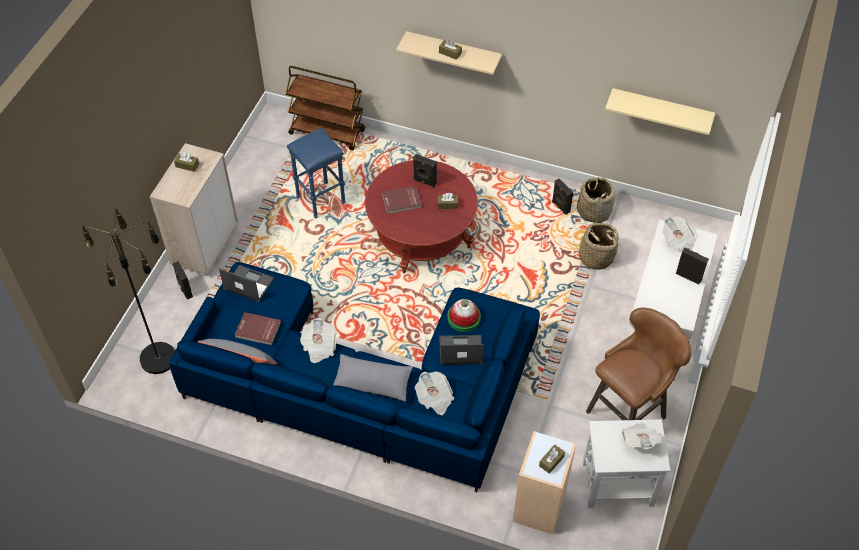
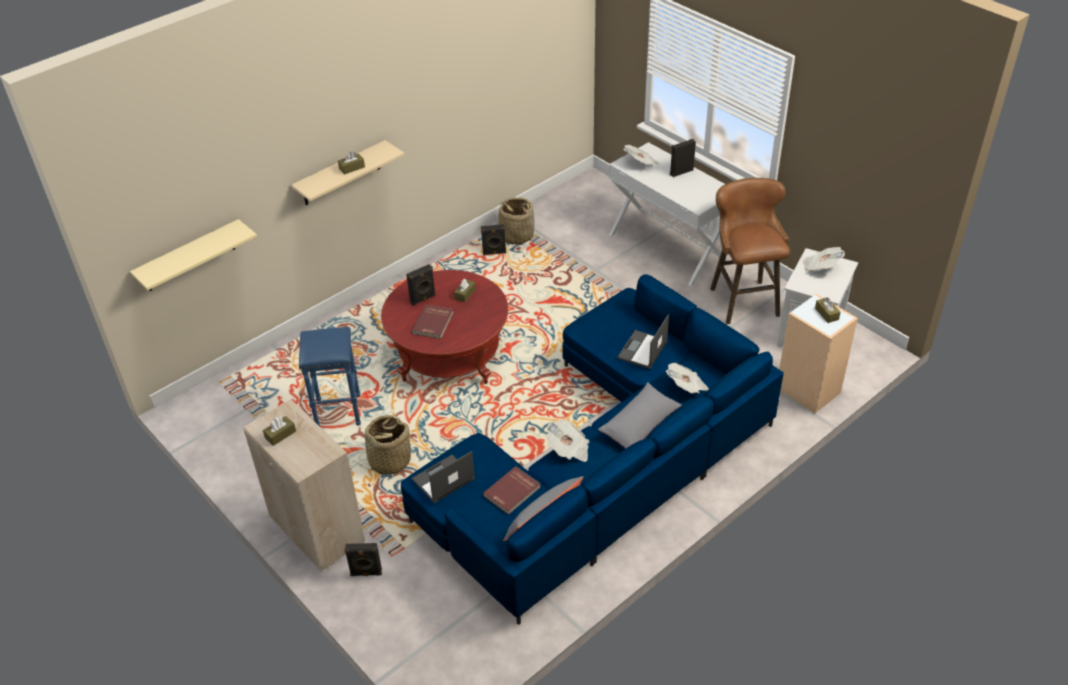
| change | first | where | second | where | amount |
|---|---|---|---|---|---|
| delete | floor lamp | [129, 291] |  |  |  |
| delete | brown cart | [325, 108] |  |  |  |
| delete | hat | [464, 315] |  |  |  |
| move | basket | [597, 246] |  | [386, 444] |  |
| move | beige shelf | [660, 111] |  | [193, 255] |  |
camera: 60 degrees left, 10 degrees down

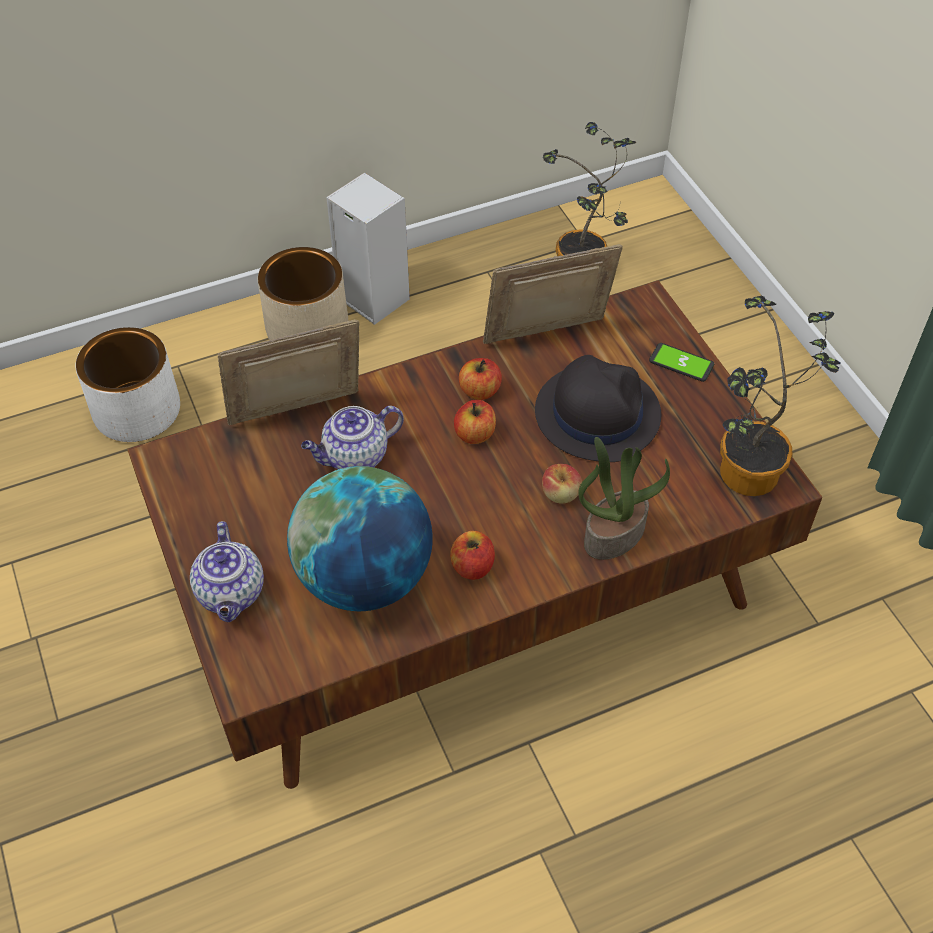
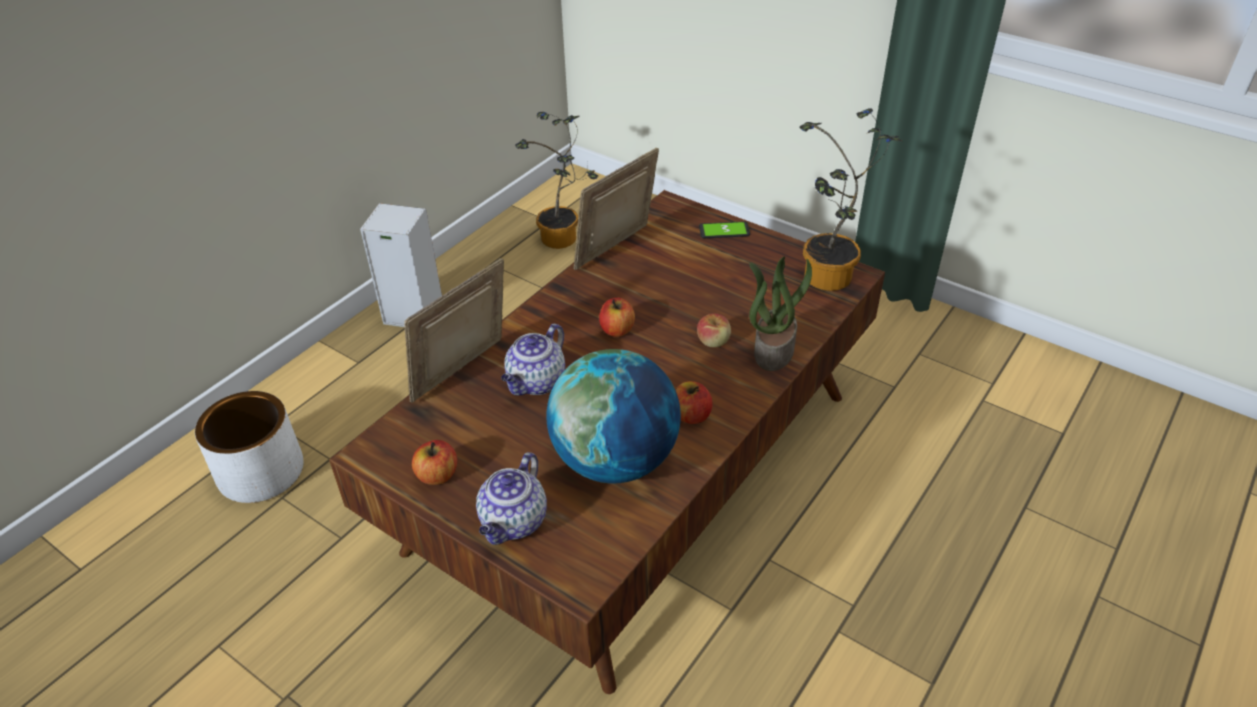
| change | first | where | second | where | amount |
|---|---|---|---|---|---|
| rotate | teapot | [227, 571] |  | [511, 498] | 60 degrees clockwise |
| delete | beige planter | [303, 293] |  |  |  |
| move | apple | [480, 379] |  | [434, 462] |  |
| delete | black hat | [598, 408] |  |  |  |
camera: 30 degrees left, 10 degrees down

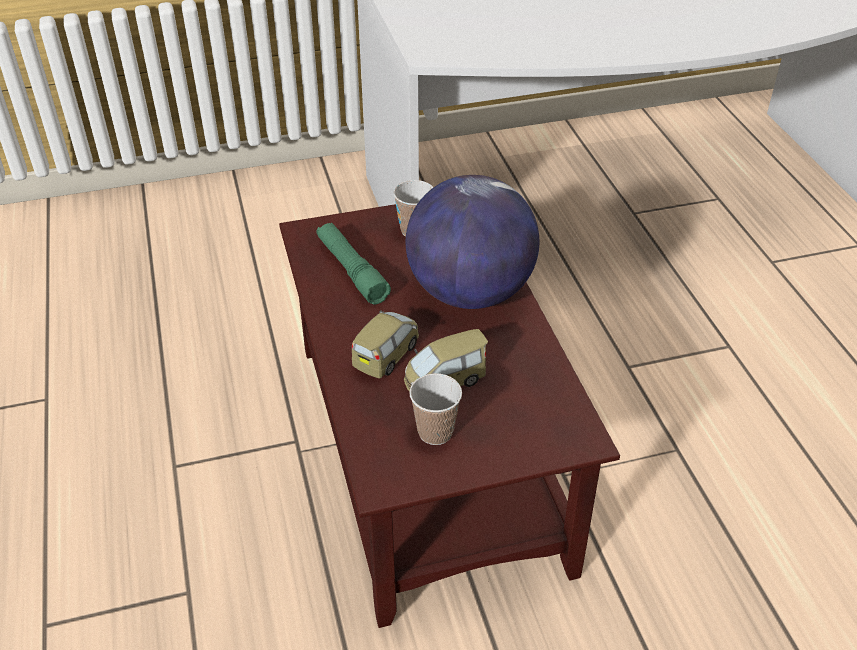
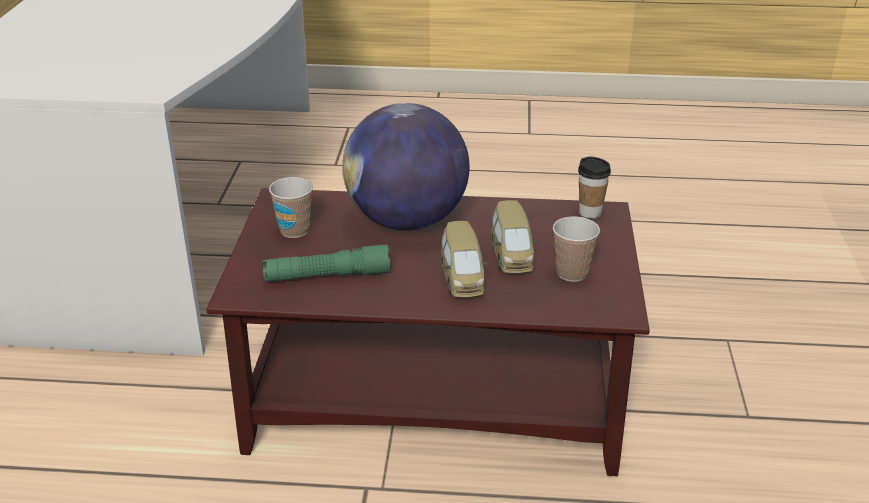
| change | first | where | second | where | amount |
|---|---|---|---|---|---|
| rotate | toy car | [385, 344] |  | [465, 259] | 150 degrees counterclockwise |
| insert |  |  | cup | [594, 187] |  |
camera: 70 degrees left, 10 degrees down

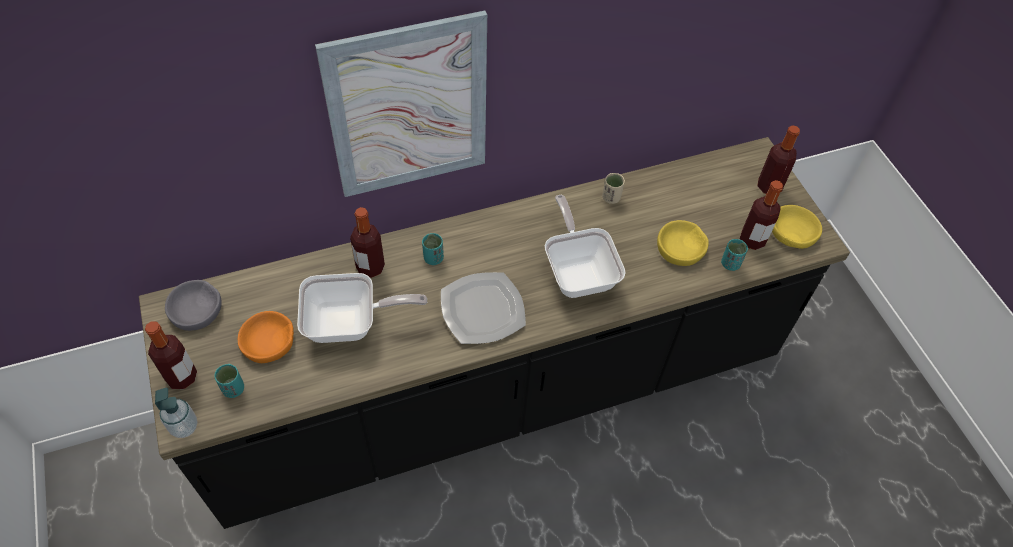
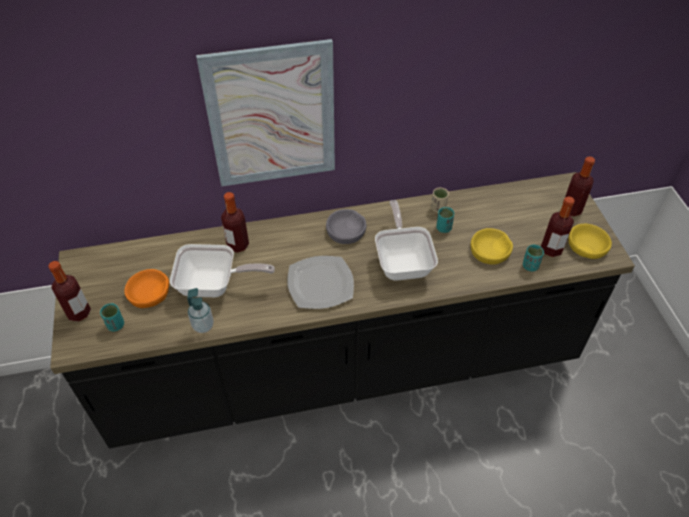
| change | first | where | second | where | amount |
|---|---|---|---|---|---|
| move | soap dispenser | [176, 412] |  | [200, 310] |  |
| move | grey bowl | [193, 305] |  | [346, 226] |  |
| move | turquoise cup | [433, 249] |  | [445, 220] |  |
camera: 10 degrees right, 5 degrees down

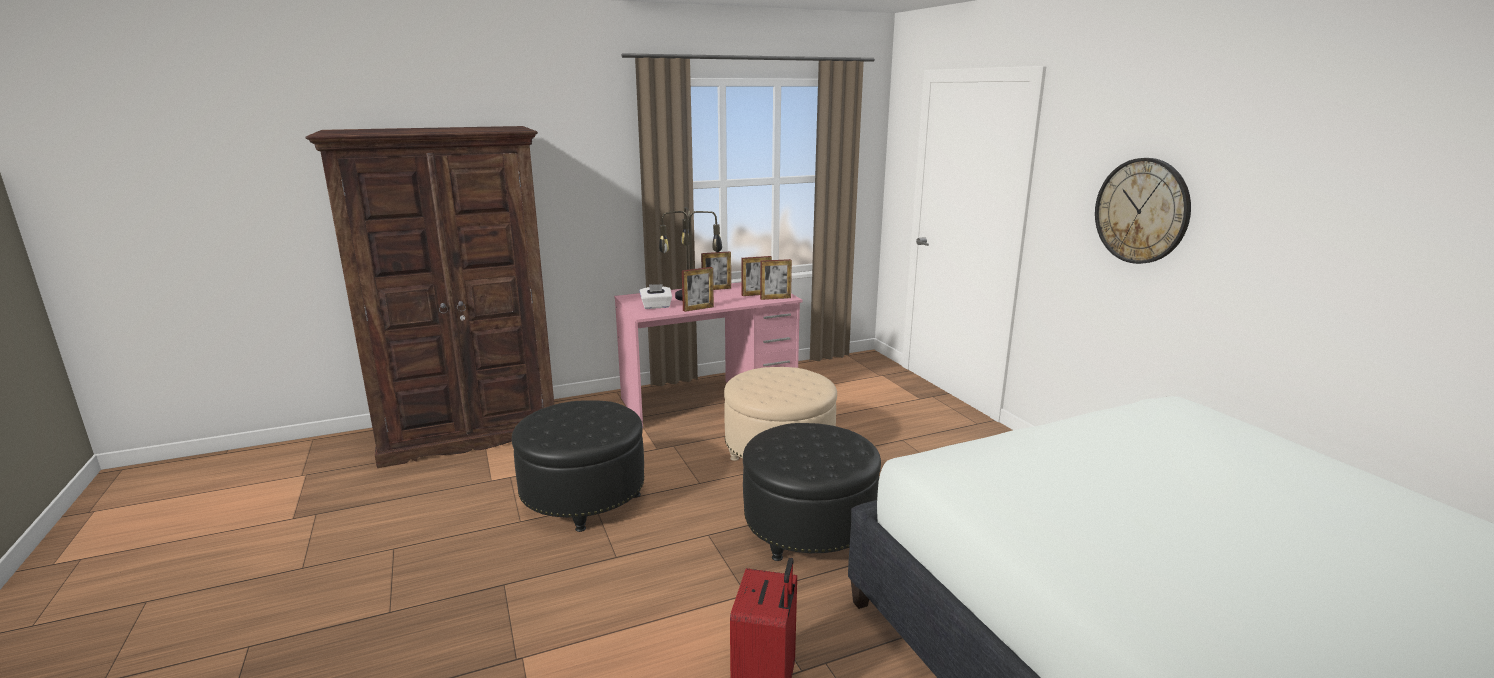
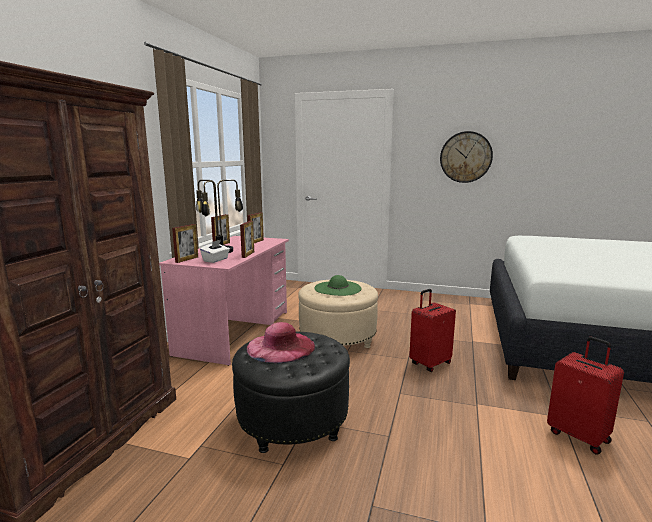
| change | first | where | second | where | amount |
|---|---|---|---|---|---|
| replace | black ottoman | [812, 492] | red suitcase | [432, 330] |  |
| move | picture frame | [776, 279] |  | [185, 243] |  |
| insert |  |  | pink hat | [281, 343] |  |
| insert |  |  | green hat | [338, 285] |  |
camera: 50 degrees left, 5 degrees down

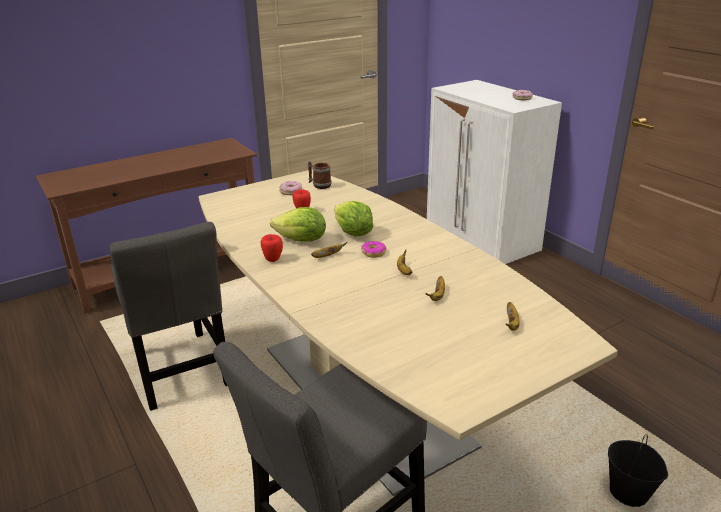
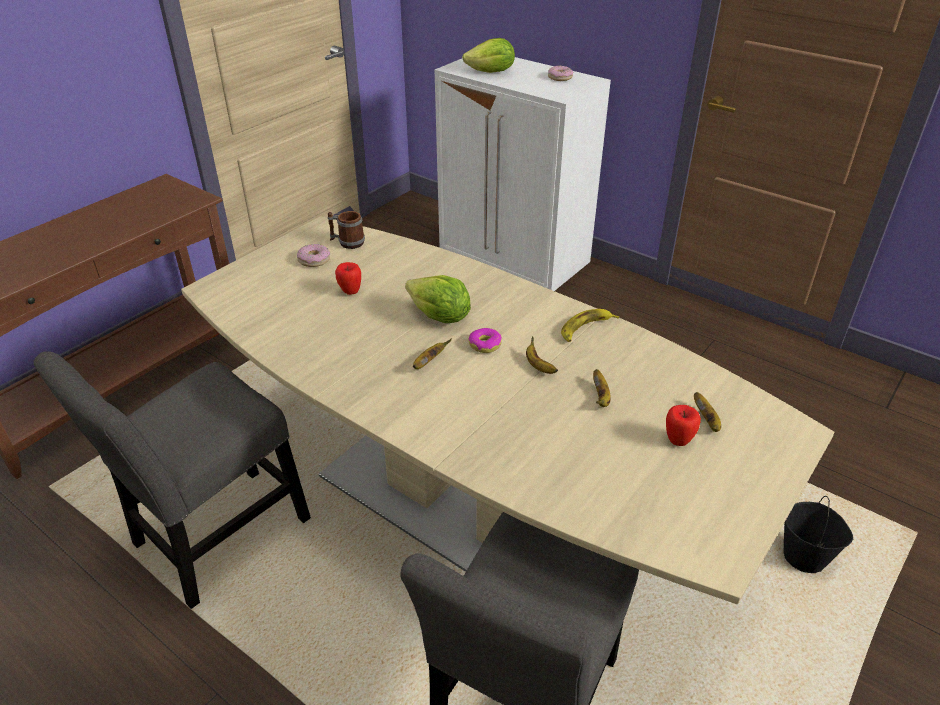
| change | first | where | second | where | amount |
|---|---|---|---|---|---|
| rotate | grey chair | [168, 316] |  | [172, 480] | 90 degrees clockwise |
| move | apple | [272, 248] |  | [683, 425] |  |
| move | lettuce | [298, 224] |  | [488, 55] |  |
| insert |  |  | banana | [590, 325] |  |
camera: 20 degrees left, 10 degrees up

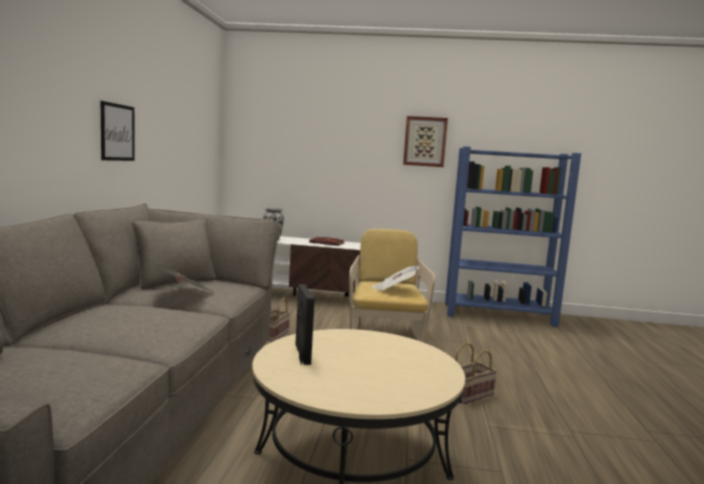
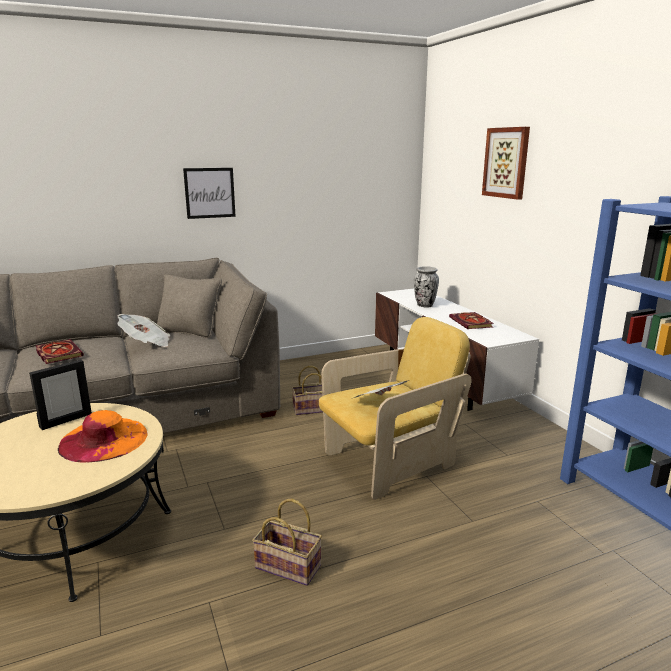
| change | first | where | second | where | amount |
|---|---|---|---|---|---|
| move | picture | [425, 141] |  | [506, 163] |  |
| insert |  |  | book | [60, 351] |  |
| insert |  |  | orange hat | [103, 436] |  |
camera: 60 degrees right, 10 degrees up

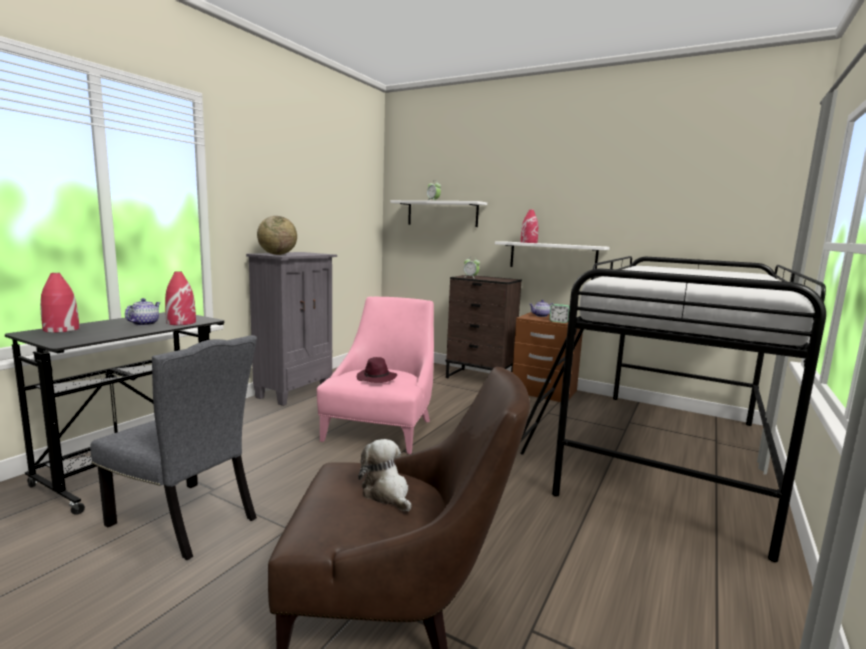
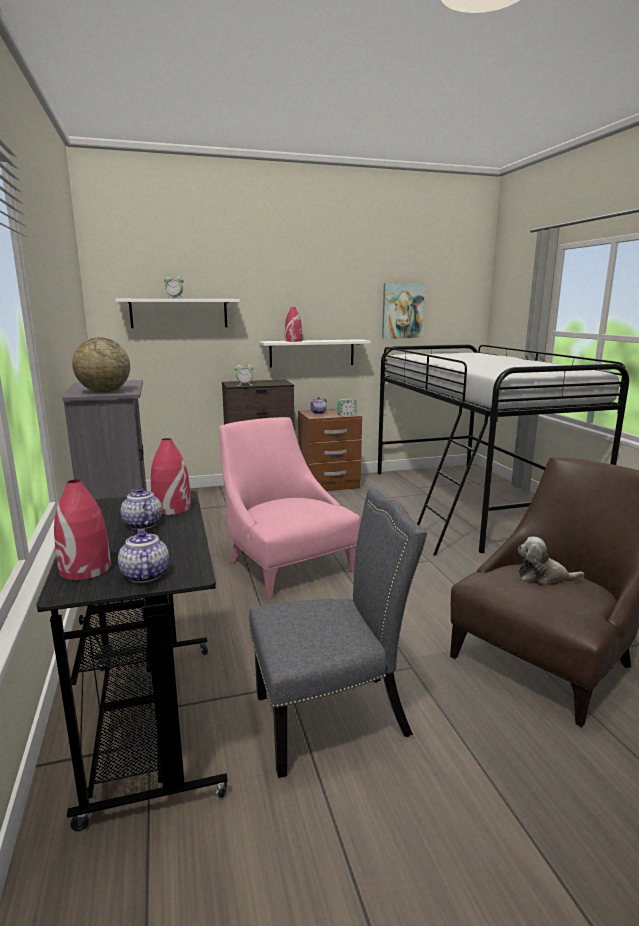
| change | first | where | second | where | amount |
|---|---|---|---|---|---|
| delete | purple hat | [376, 370] |  |  |  |
| insert |  |  | teapot | [143, 556] |  |
| insert |  |  | picture | [403, 311] |  |
camera: 45 degrees left, 5 degrees up

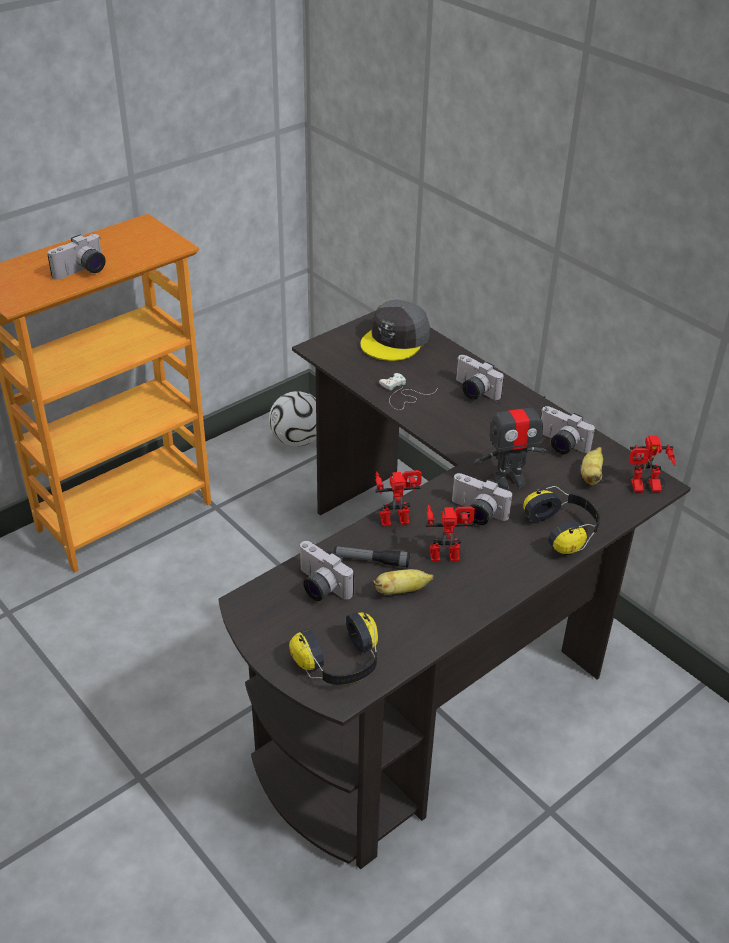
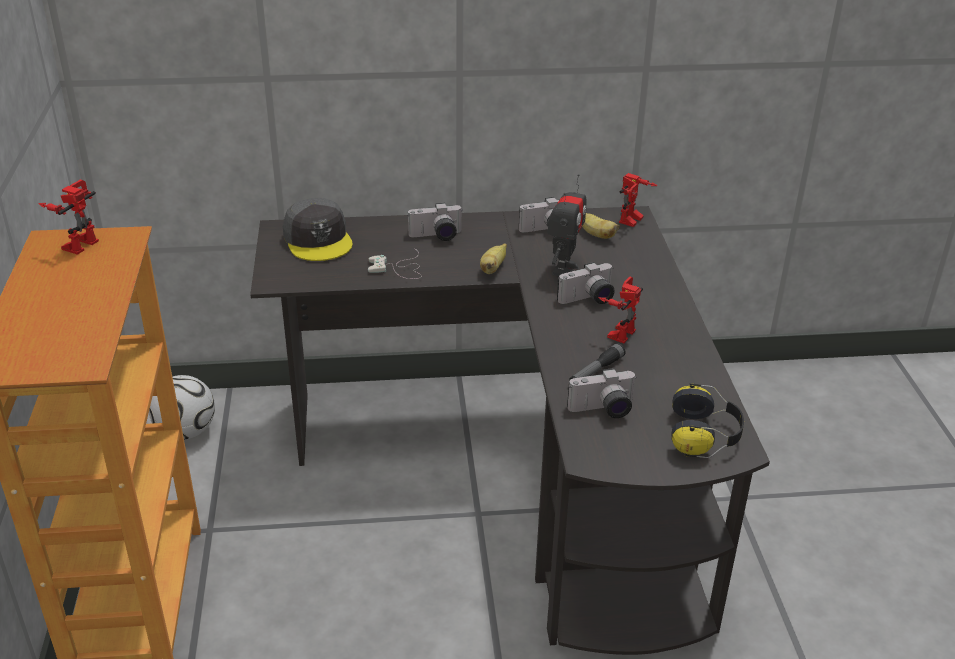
| change | first | where | second | where | amount |
|---|---|---|---|---|---|
| delete | photo camera | [76, 257] |  |  |  |
| move | banana | [403, 582] |  | [493, 258] |  |
| move | toy robot | [398, 498] |  | [68, 217] |  |
| delete | headphones | [561, 520] |  |  |  |
camera: 55 degrees left, 5 degrees down

